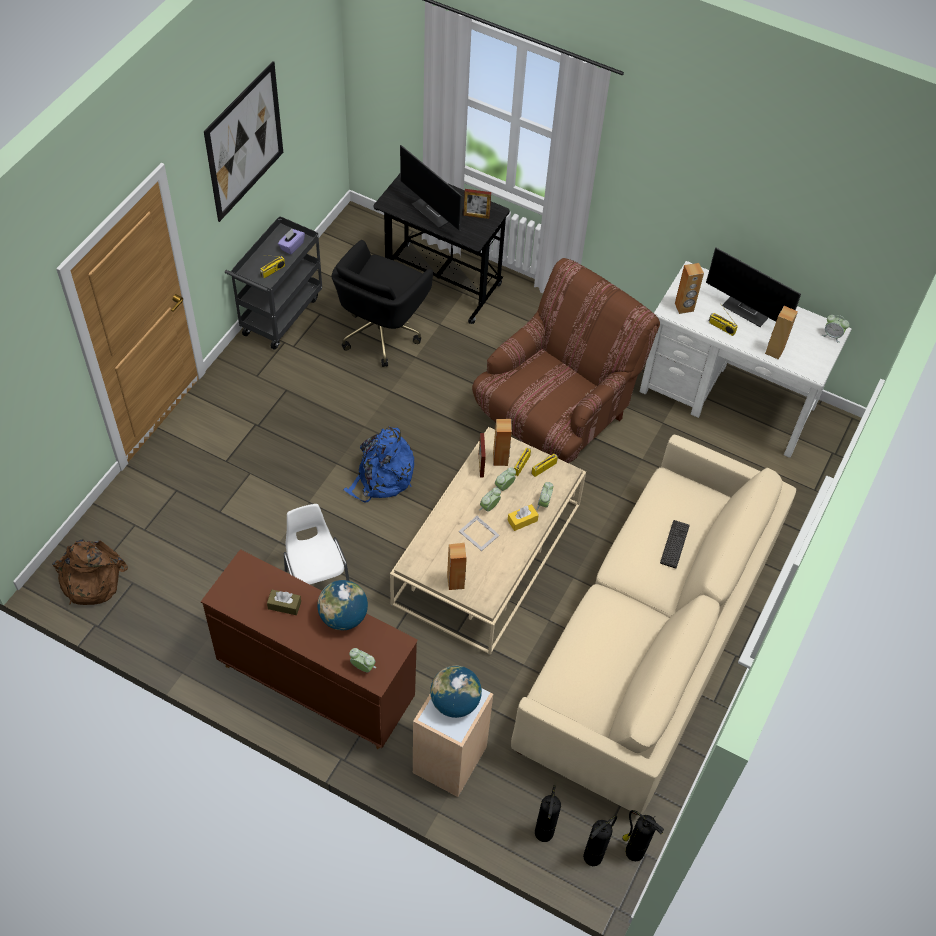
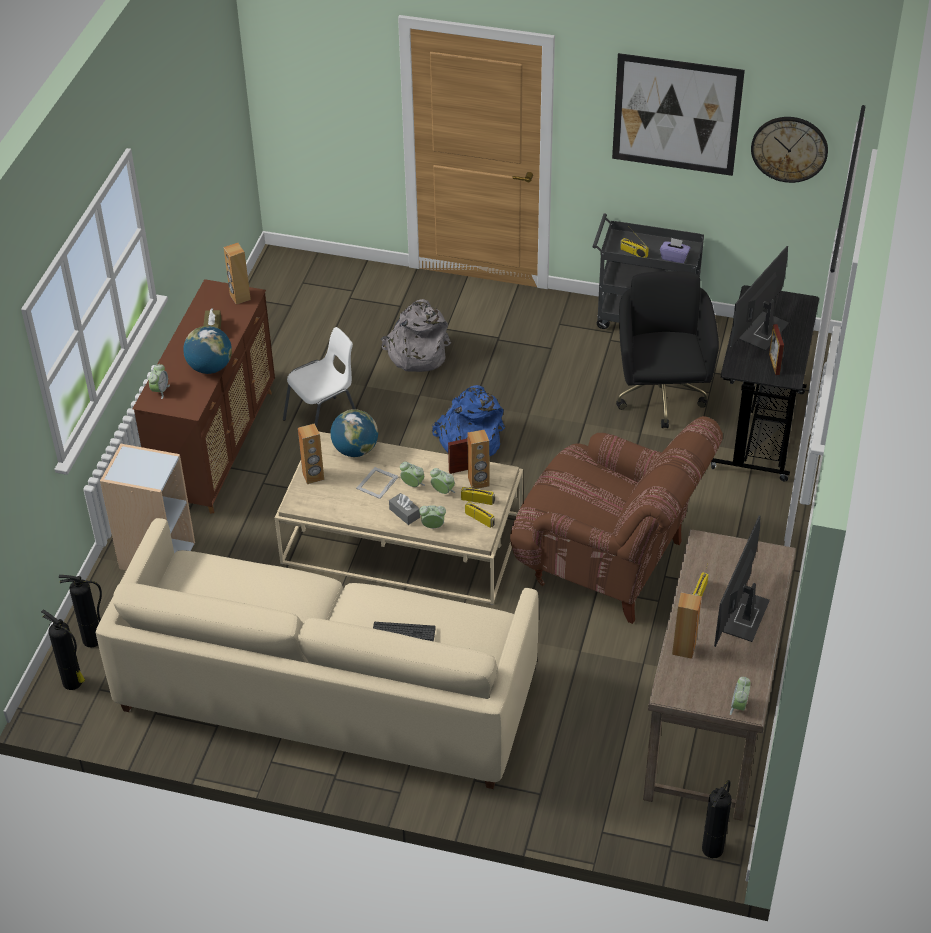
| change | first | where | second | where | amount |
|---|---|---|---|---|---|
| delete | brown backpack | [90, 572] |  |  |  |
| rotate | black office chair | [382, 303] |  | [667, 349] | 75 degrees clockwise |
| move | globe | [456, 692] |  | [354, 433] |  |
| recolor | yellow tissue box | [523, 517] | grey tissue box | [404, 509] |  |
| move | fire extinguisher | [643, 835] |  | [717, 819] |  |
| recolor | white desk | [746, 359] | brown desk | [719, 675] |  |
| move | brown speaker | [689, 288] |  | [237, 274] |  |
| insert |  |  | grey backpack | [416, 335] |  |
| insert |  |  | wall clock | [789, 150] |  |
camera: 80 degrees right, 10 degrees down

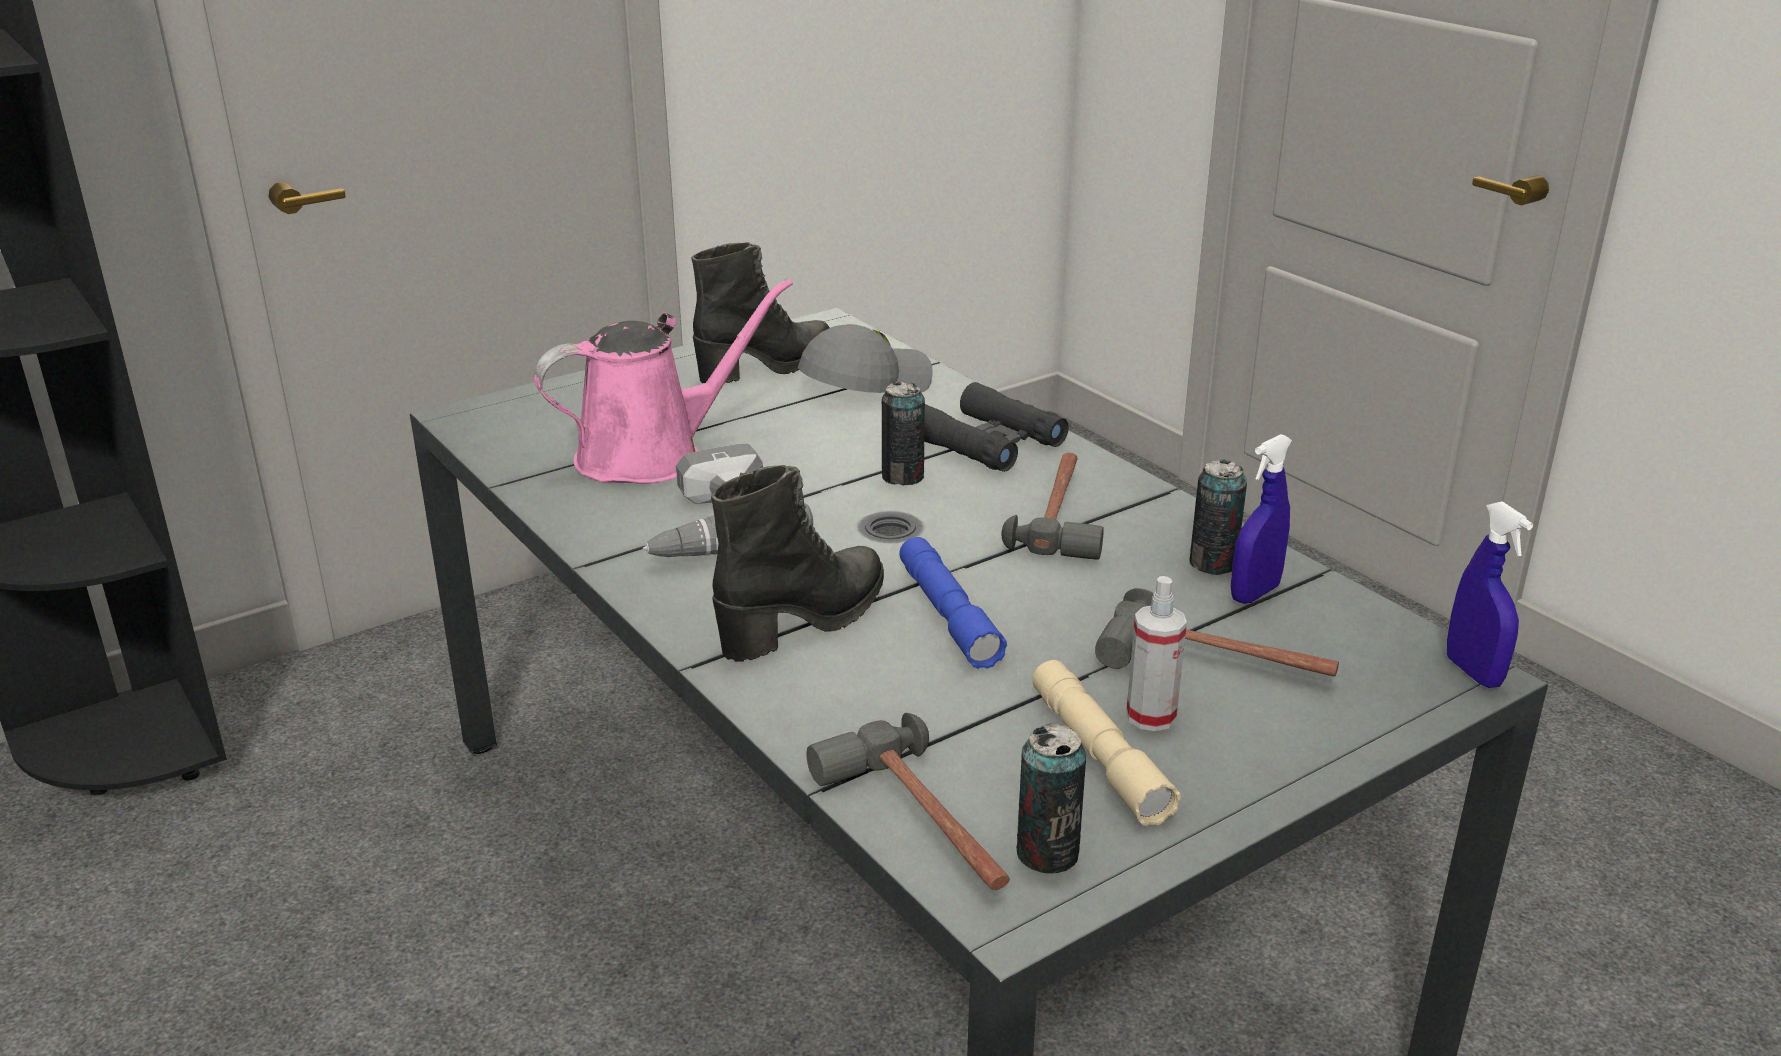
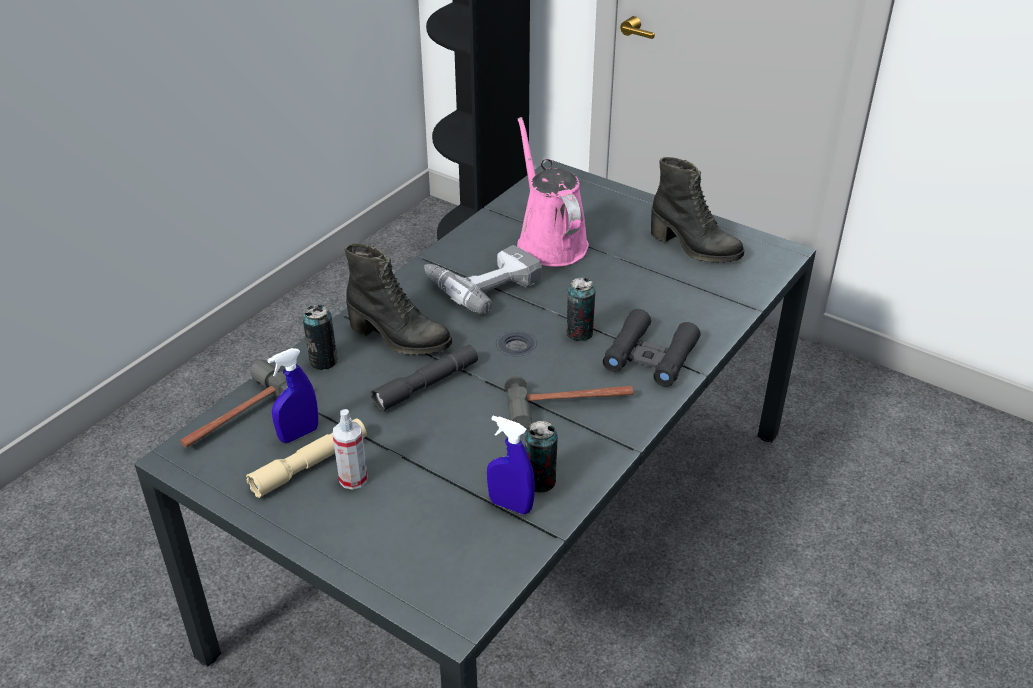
| change | first | where | second | where | amount |
|---|---|---|---|---|---|
| rotate | pink watering can | [663, 381] |  | [553, 192] | 150 degrees counterclockwise |
| delete | grey cap | [865, 358] |  |  |  |
| recolor | blue flashlight | [953, 603] | grey flashlight | [424, 378] |  |
| move | can | [1051, 799] |  | [320, 337] |  |
| delete | hammer | [1217, 632] |  |  |  |
| move | blue spray bottle | [1490, 594] |  | [292, 395] |  |
camera: 70 degrees right, 10 degrees up

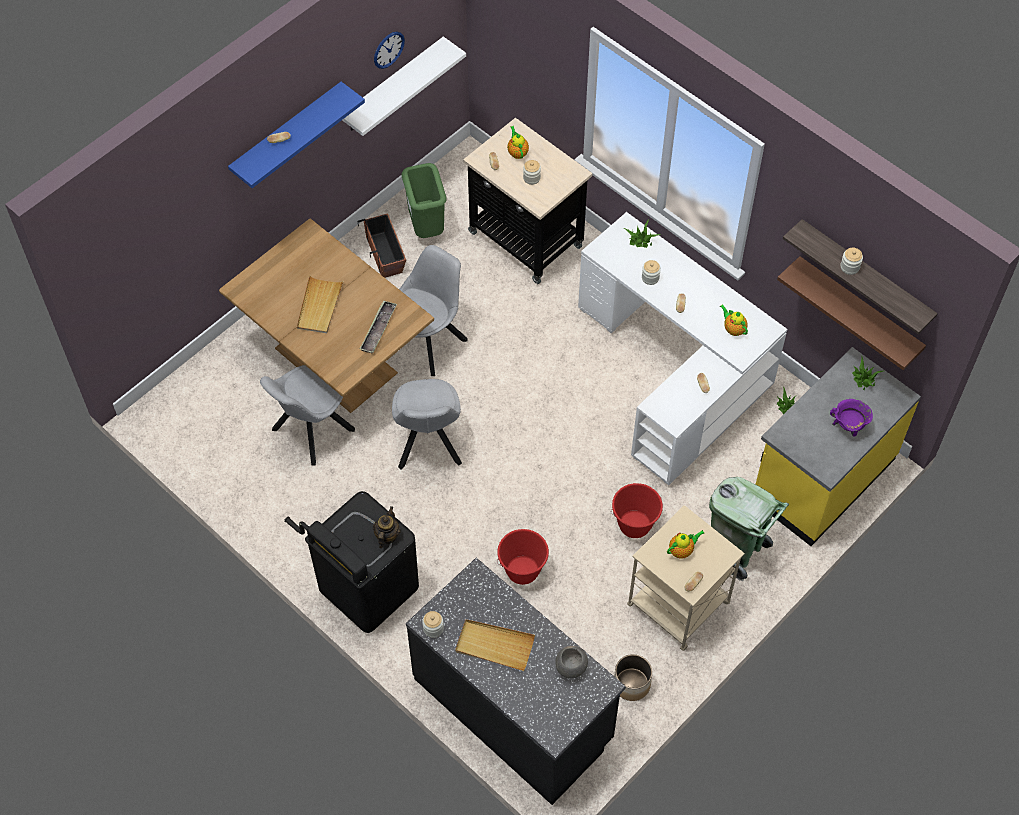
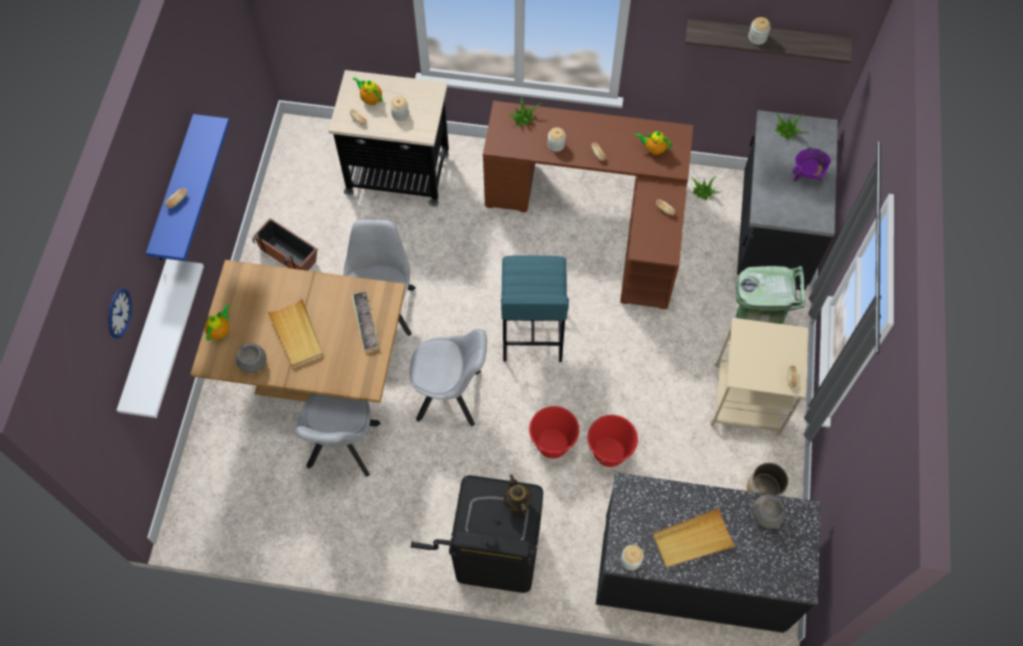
| change | first | where | second | where | amount |
|---|---|---|---|---|---|
| move | white shelf | [404, 86] |  | [160, 338] |  |
| move | wall clock | [389, 50] |  | [120, 313] |  |
| rotate | grey chair | [427, 424] |  | [448, 377] | 45 degrees counterclockwise |
| delete | green trash can | [424, 200] |  |  |  |
| recolor | white desk | [682, 348] | brown desk | [588, 205] |  |
| move | red bucket | [637, 510] |  | [554, 432] |  |
| move | teapot | [685, 544] |  | [217, 322] |  |
| recolor | yellow counter | [838, 446] | black counter | [787, 200] |  |
| delete | brown shelf | [851, 313] |  |  |  |
| insert |  |  | grey bowl | [251, 358] |  |
| insert |  |  | turquoise stool | [535, 309] |  |
camera: 35 degrees left, 5 degrees up

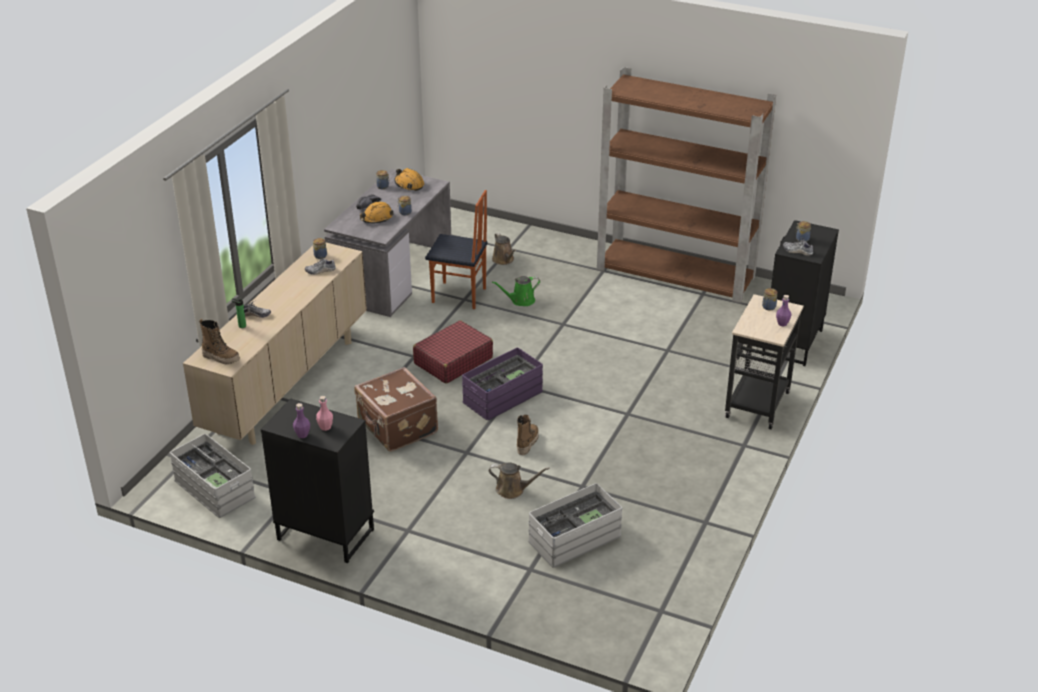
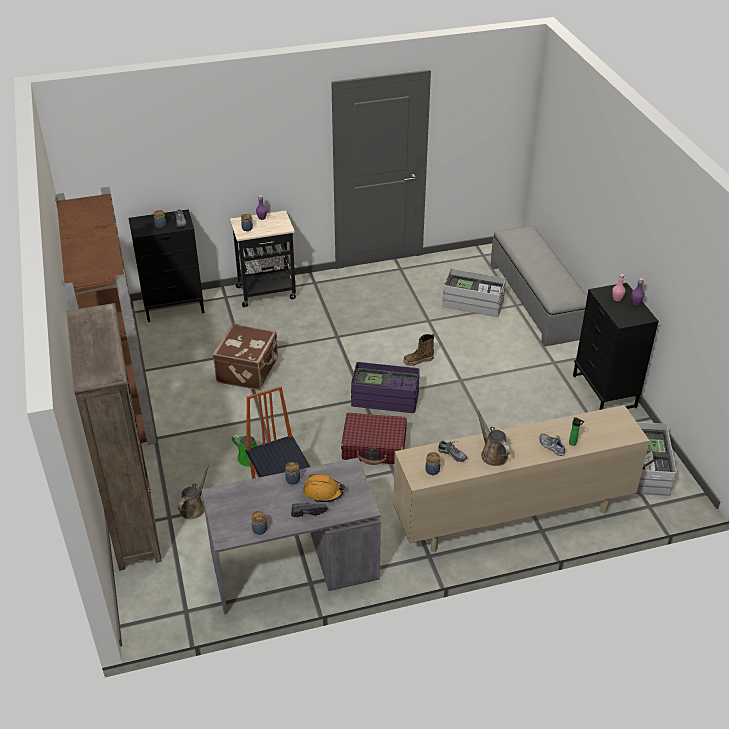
| change | first | where | second | where | amount |
|---|---|---|---|---|---|
| delete | boot | [219, 342] |  |  |  |
| move | brown suitcase | [396, 409] |  | [245, 356] |  |
| delete | orange hard hat | [409, 179] |  |  |  |
| move | brown watering can | [519, 480] |  | [493, 436] |  |
| insert |  |  | brown bookcase | [114, 437] |  |
| insert |  |  | grey bench | [538, 286] |  |
camera: 130 degrees left, 5 degrees up

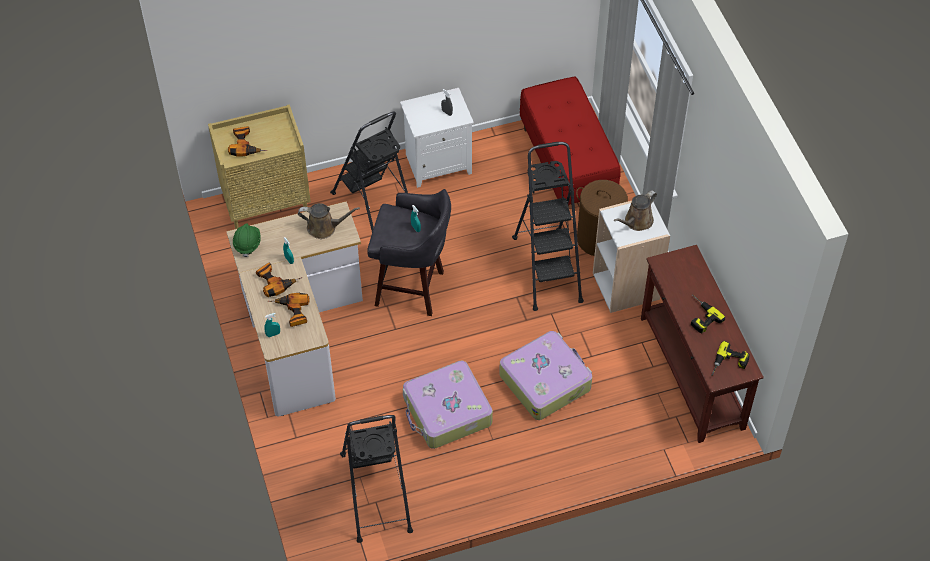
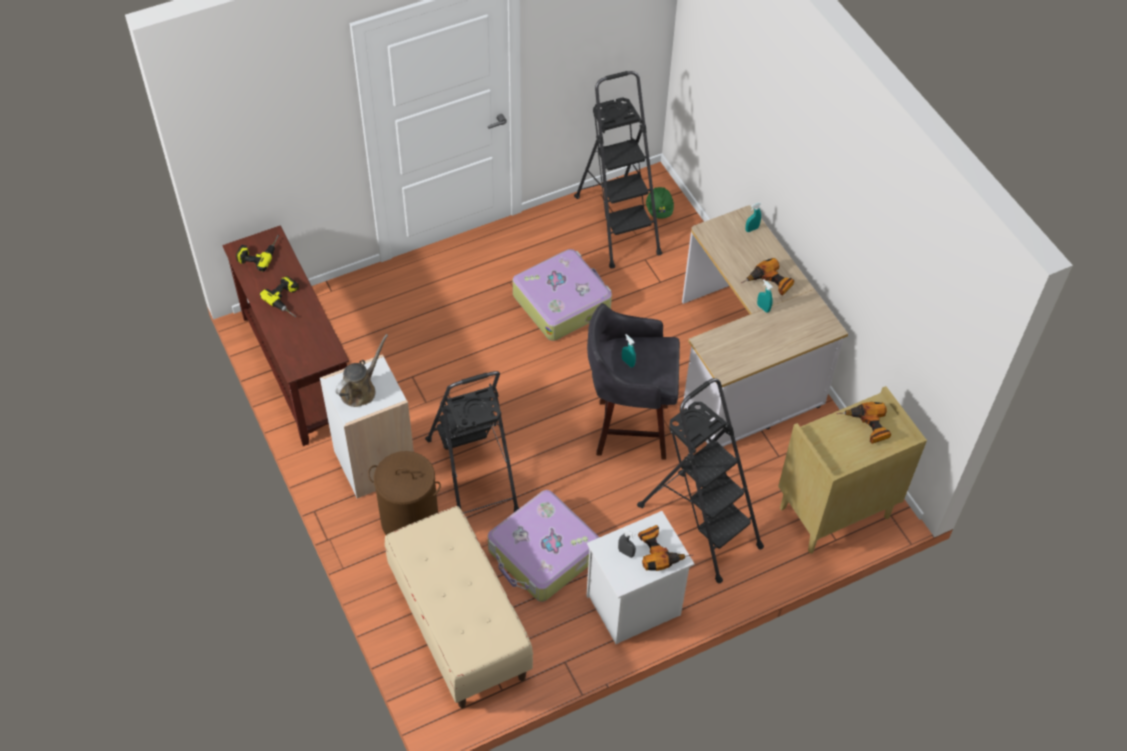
| change | first | where | second | where | amount |
|---|---|---|---|---|---|
| move | green hard hat | [246, 240] |  | [660, 202] |  |
| move | power drill | [289, 310] |  | [666, 548] |  |
| delete | brown watering can | [329, 221] |  |  |  |
| move | suitcase | [545, 375] |  | [543, 546] |  |
| recolor | red bench | [570, 142] | beige bench | [459, 607] |  |
camera: 170 degrees right, 0 degrees up

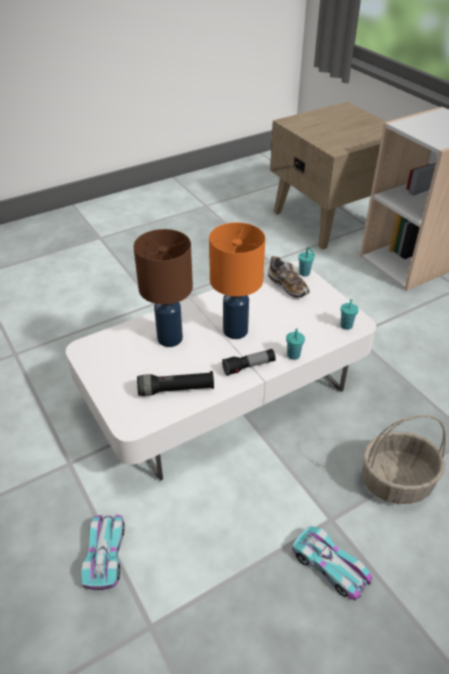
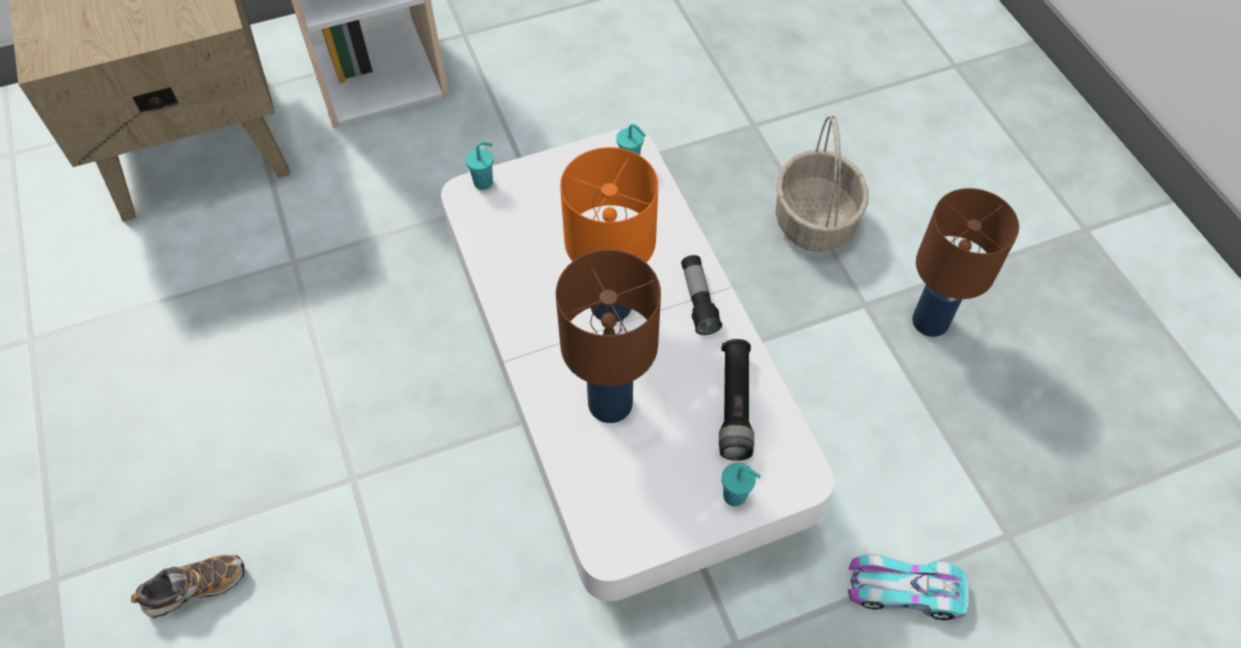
| change | first | where | second | where | amount |
|---|---|---|---|---|---|
| move | shoe | [289, 277] |  | [187, 586] |  |
| move | turquoise cup | [295, 344] |  | [741, 485] |  |
| replace | toy car | [332, 563] | brown table lamp | [965, 262] |  |
camera: 80 degrees left, 15 degrees up

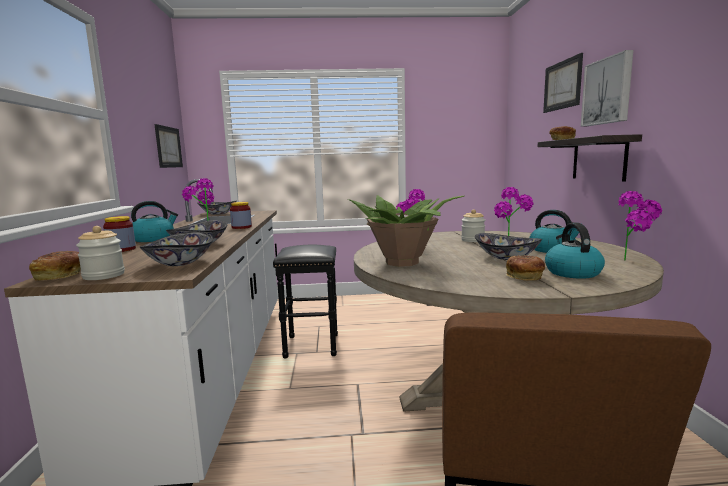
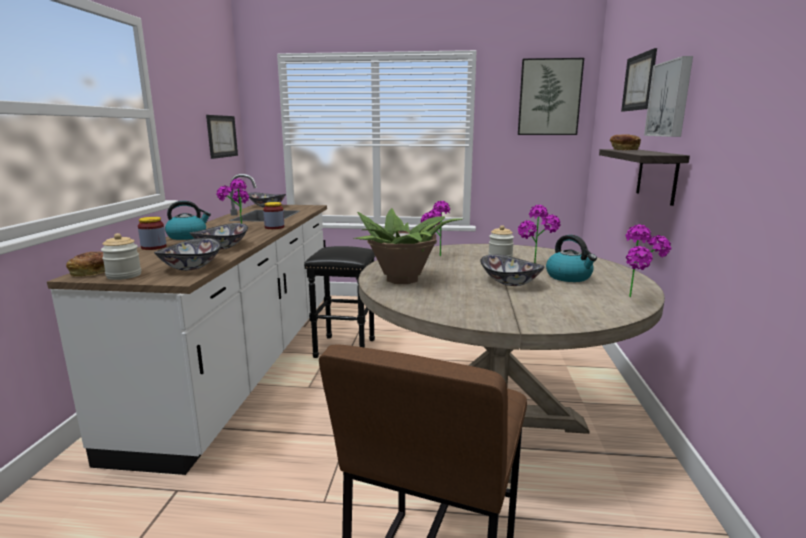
| change | first | where | second | where | amount |
|---|---|---|---|---|---|
| delete | bread | [525, 268] |  |  |  |
| delete | kettle | [575, 251] |  |  |  |
| insert |  |  | picture | [551, 96] |  |
camera: 10 degrees right, 5 degrees up

